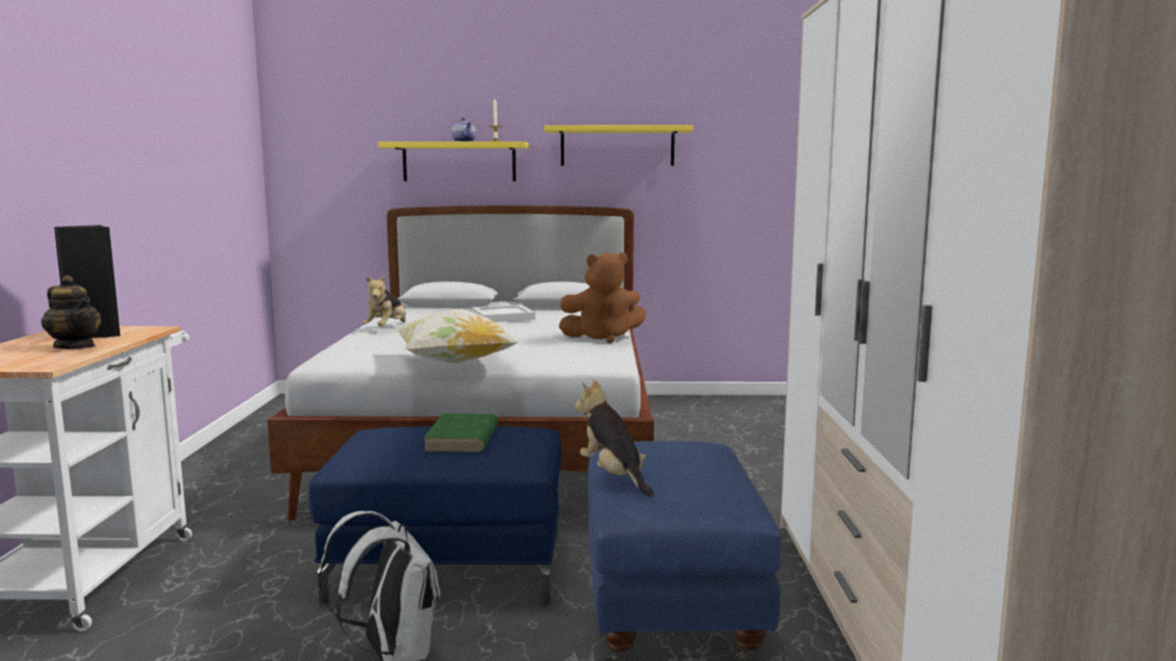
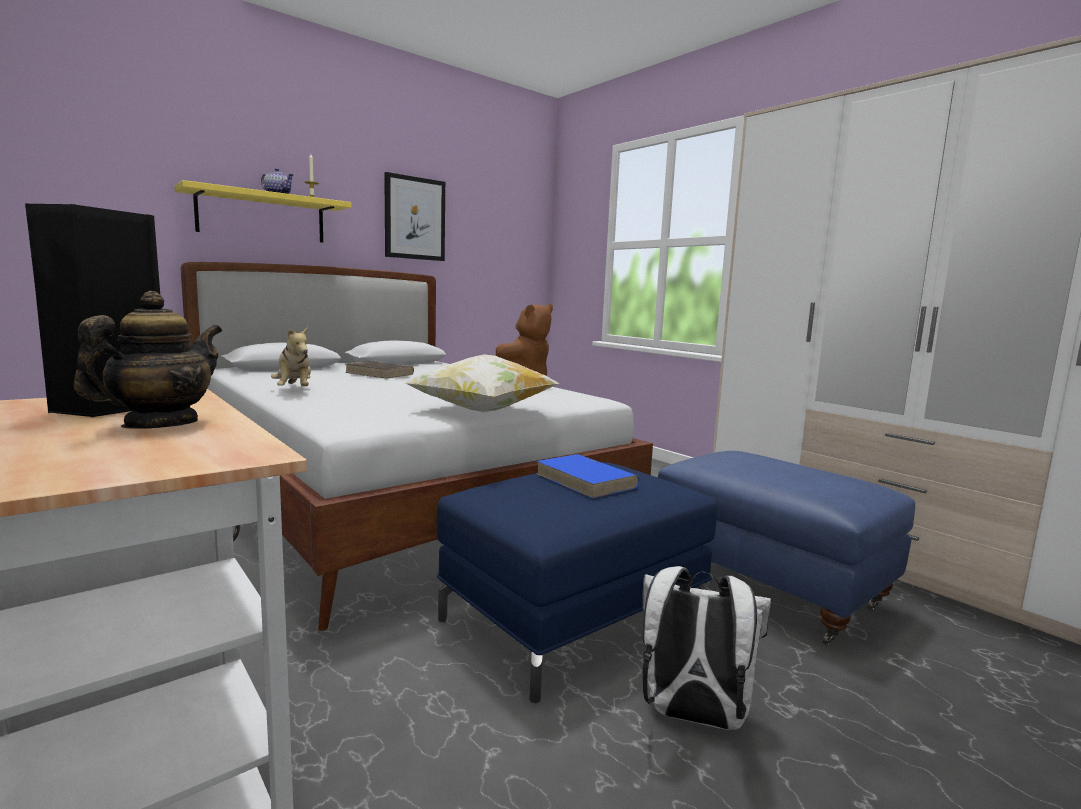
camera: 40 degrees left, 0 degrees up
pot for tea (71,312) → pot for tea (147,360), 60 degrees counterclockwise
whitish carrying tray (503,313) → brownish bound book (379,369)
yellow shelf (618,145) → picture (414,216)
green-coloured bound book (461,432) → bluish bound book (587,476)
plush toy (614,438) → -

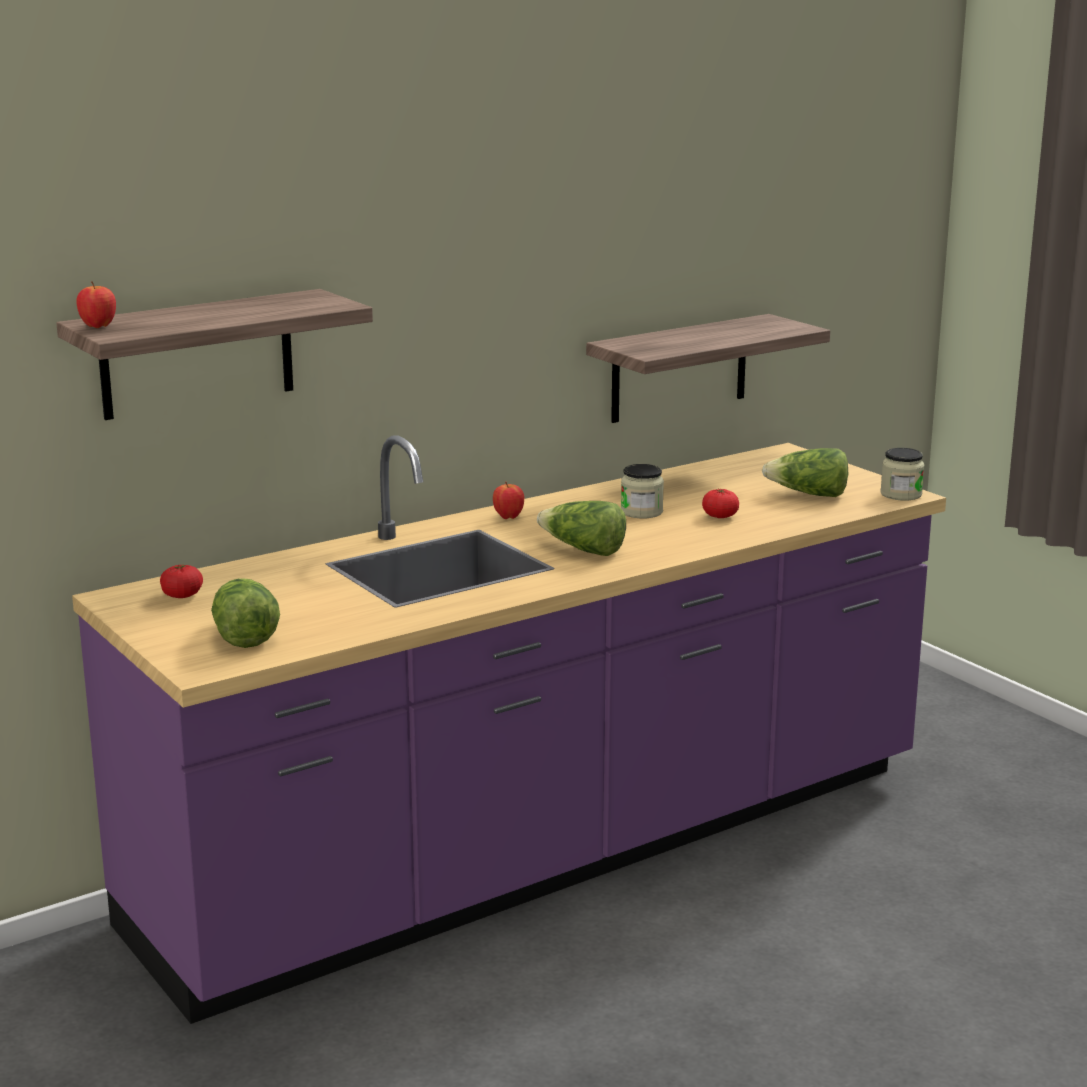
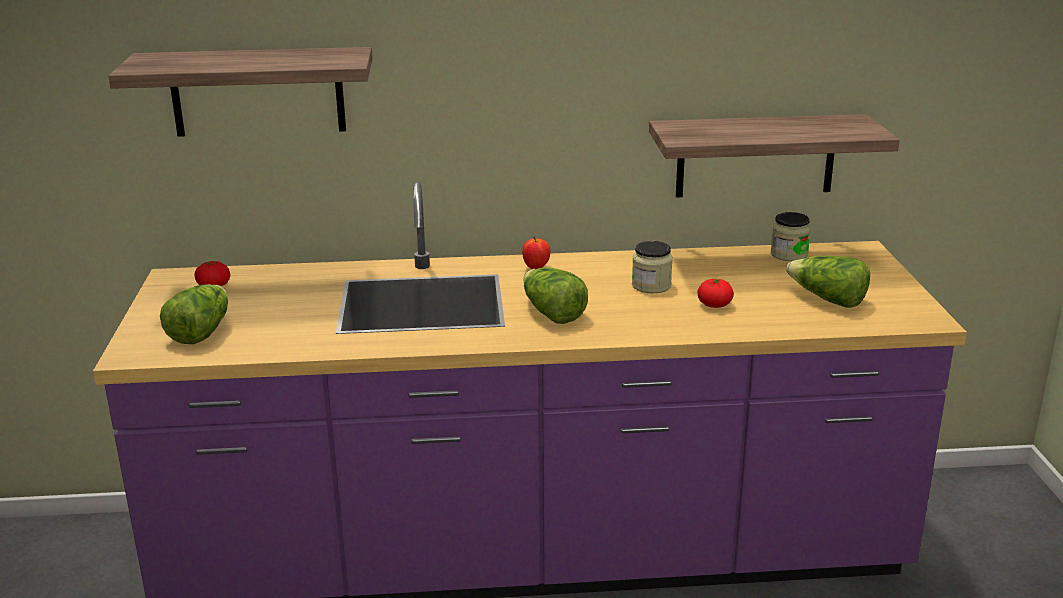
camera: 30 degrees right, 5 degrees up
storage jar (902,474) → storage jar (791,236), shifted
apple (96,304) → -

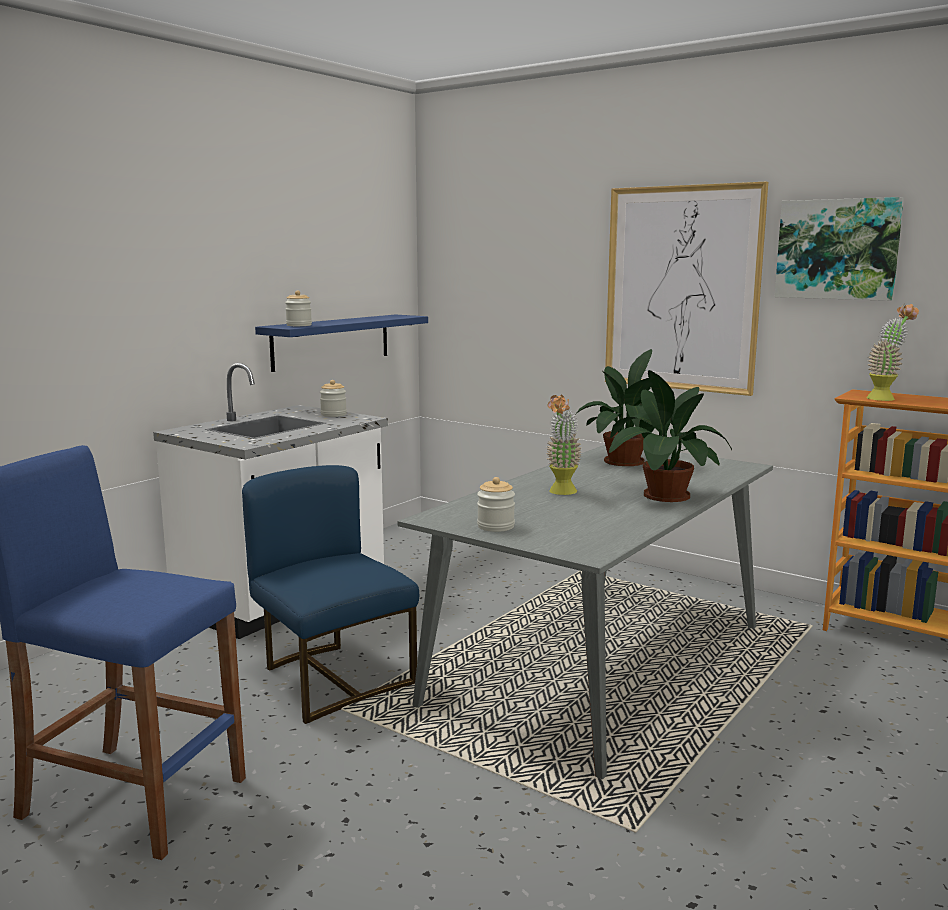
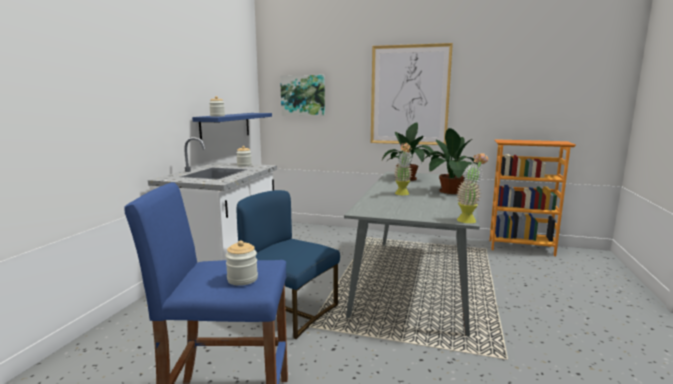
camera: 20 degrees left, 0 degrees up
storage jar (496,504) → storage jar (241,263), shifted
picture (839,249) → picture (302,95), shifted
houseplant (892,352) → houseplant (472,188), shifted

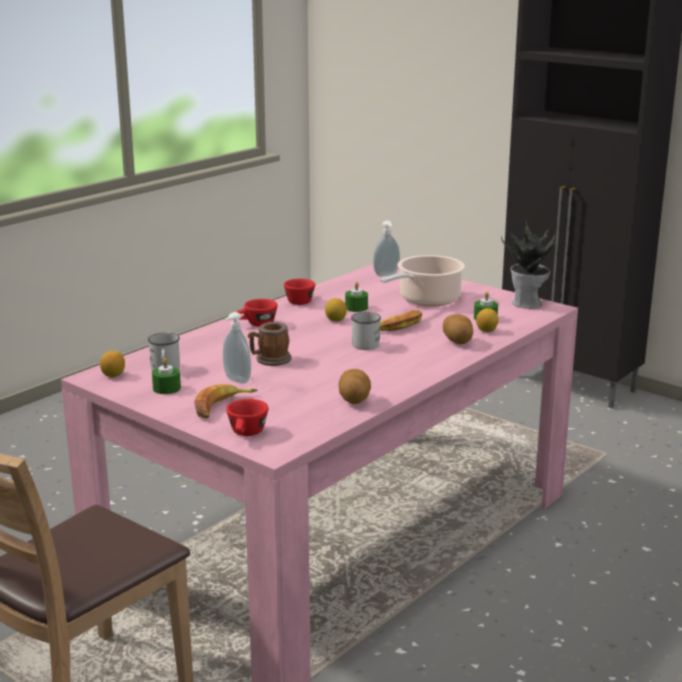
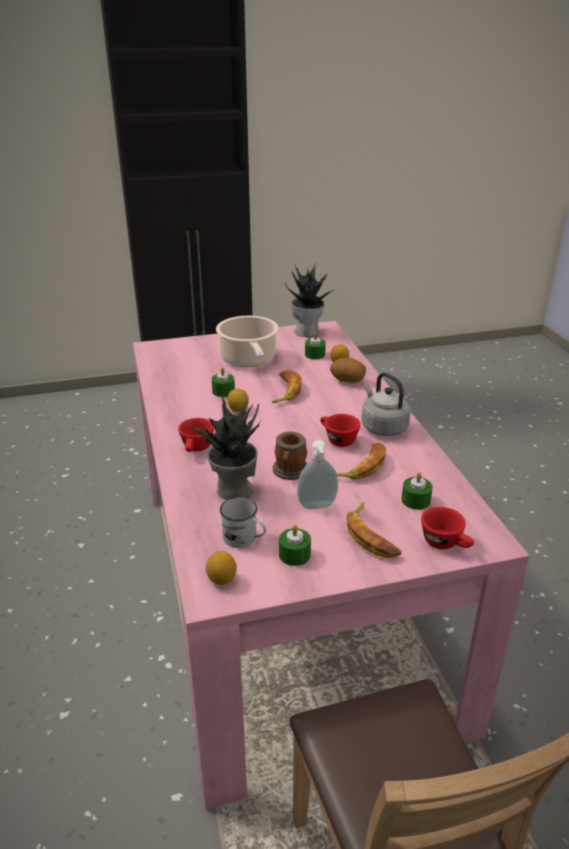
camera: 55 degrees left, 10 degrees up
- → houseplant (223,447)
reddish drinking cup (299,292) → reddish drinking cup (340,430), shifted
- → banana (361,461)
- → grey water kettle (386,404)
- → green-coloured wax candle (417,491)
whole potato (355,386) → -
whitish coffee mug (366,331) → -
soap bottle (386,249) → -

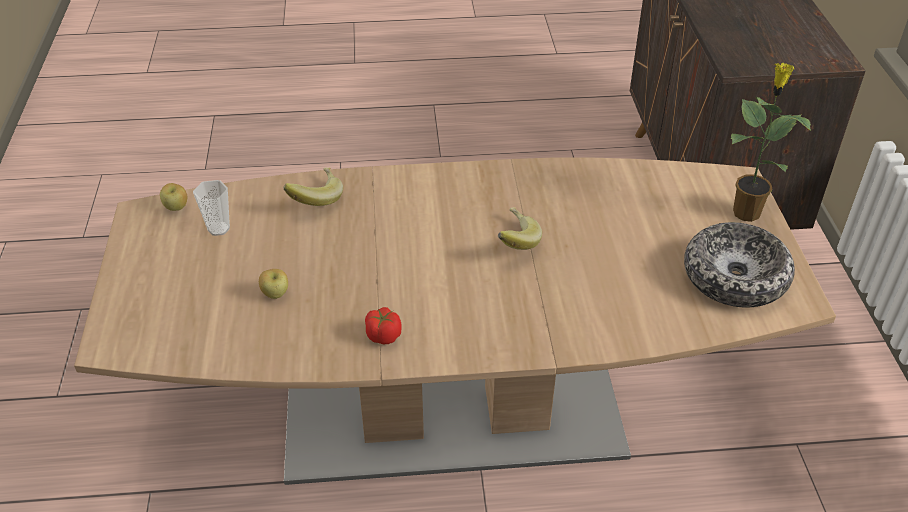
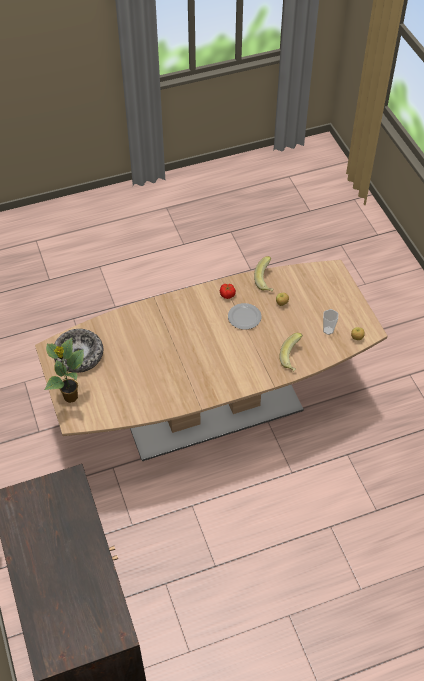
camera: 165 degrees right, 10 degrees up
- → flat dish (245,316)
banana (520,228) → banana (263,273), shifted

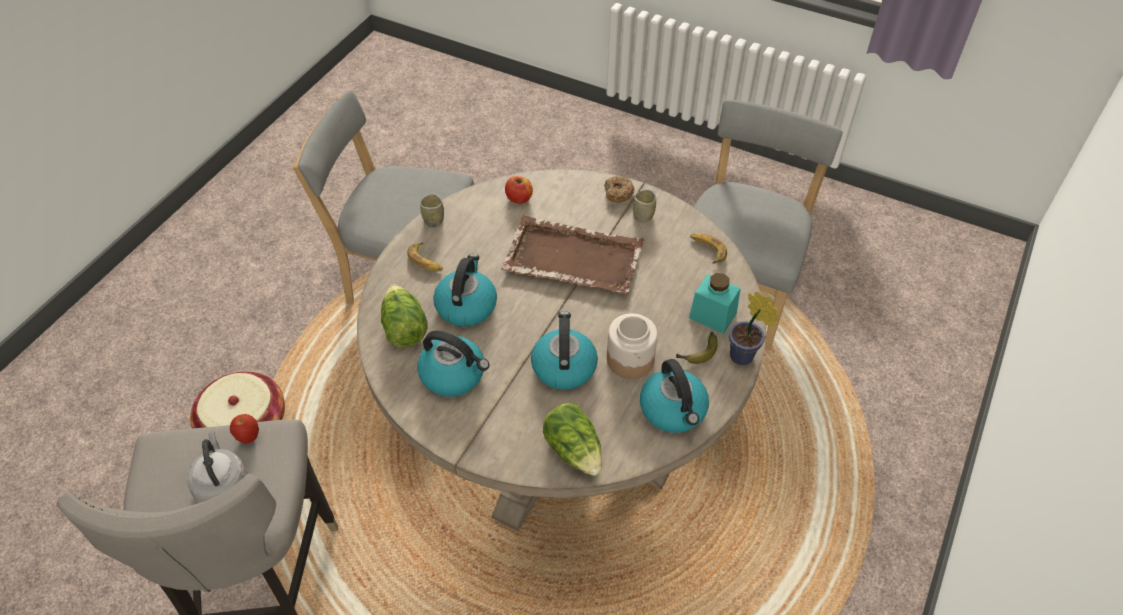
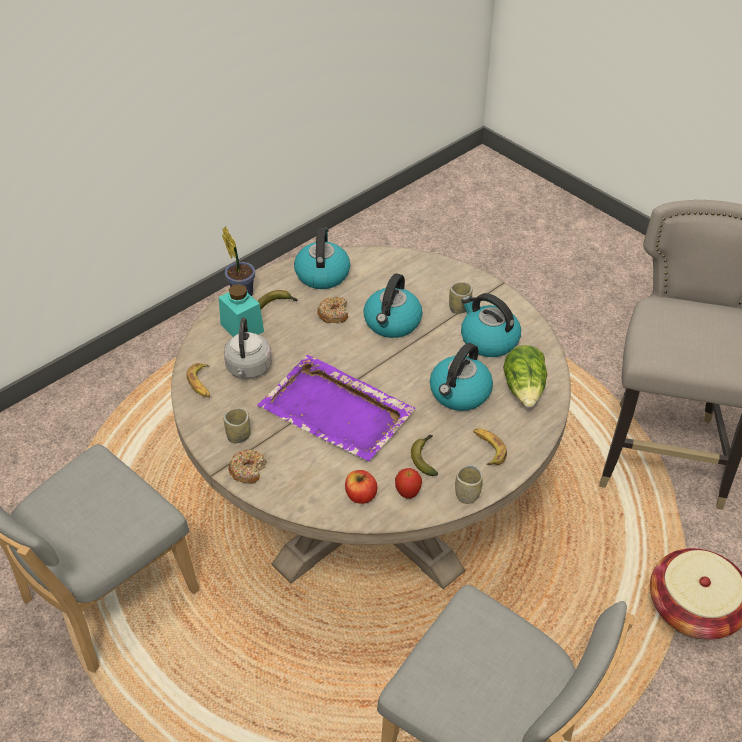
camera: 160 degrees left, 5 degrees down
grey water kettle (216,467) → grey water kettle (248,348), shifted
brownish carrying tray (572,254) → purple-coloured carrying tray (336,408)
storage jar (632,346) → donut (332,310)
apple (244,429) → apple (408,483), shifted
- → banana (424,455)
- → drinking cup (460,298)
lettuce (572,439) → -

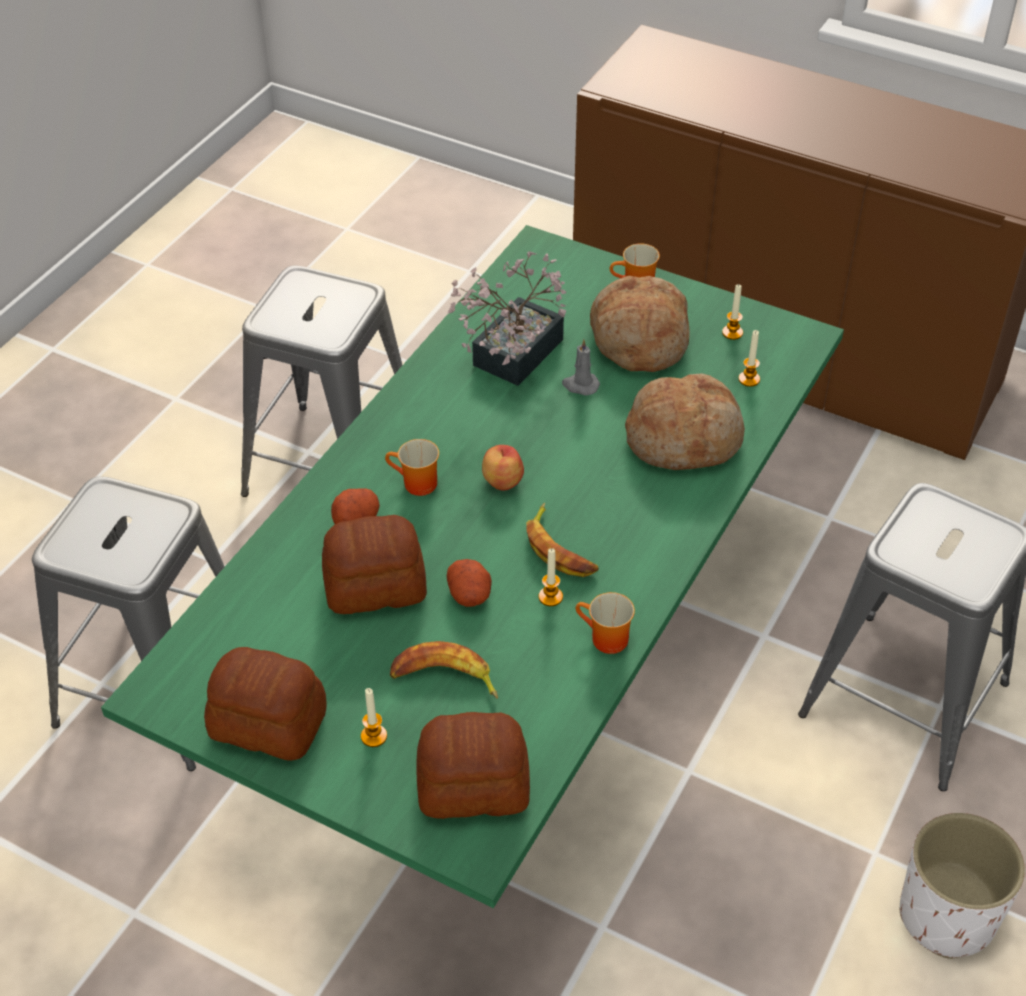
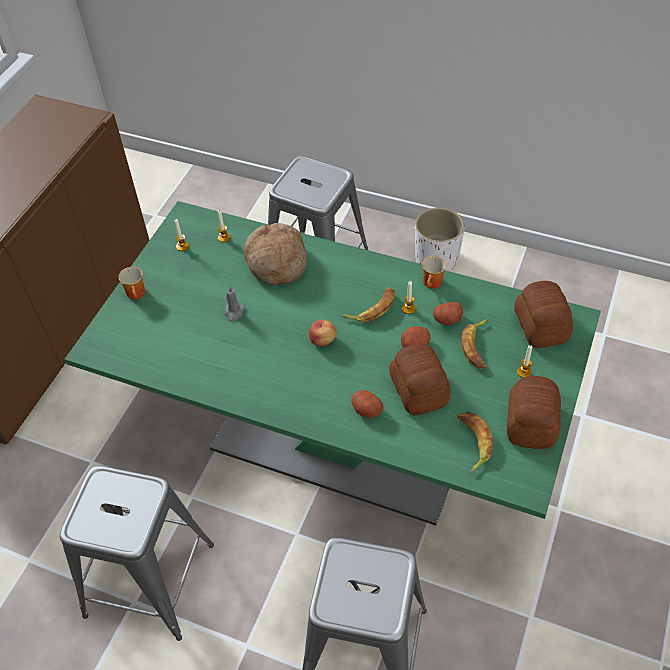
camera: 95 degrees left, 5 degrees up
- → whole potato (448,313)
- → banana (475,442)
coffee mug (412,467) → -
houseplant (507,318) → -
bakery bread (640,324) → -

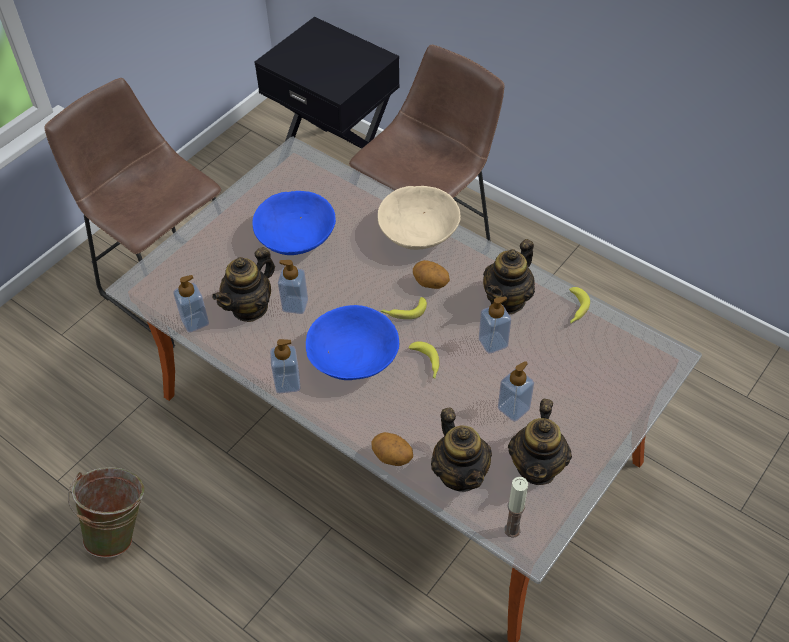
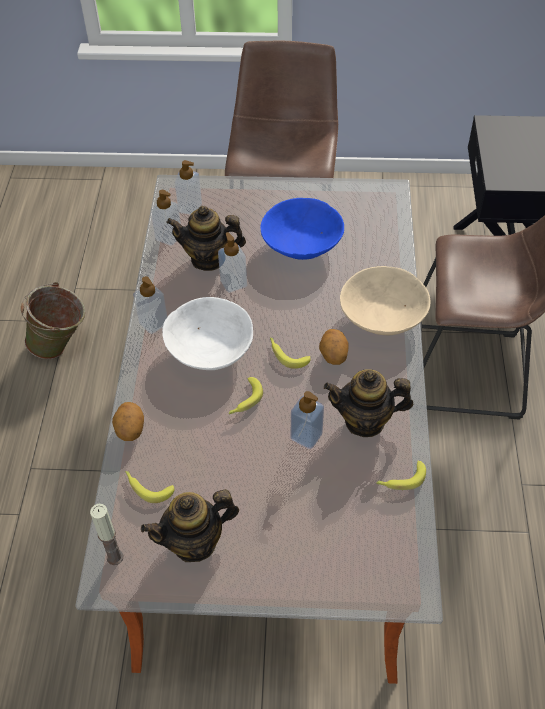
camera: 55 degrees right, 0 degrees up
pot for tea (461,450) → banana (149,487)
bluish serving bowl (352,342) → whitish serving bowl (207,333)
soap bottle (516,391) → soap bottle (188,187), shifted

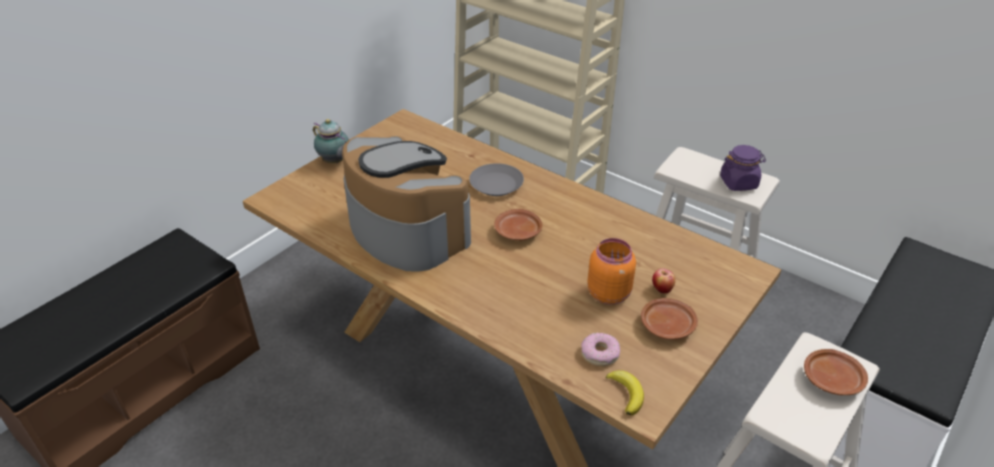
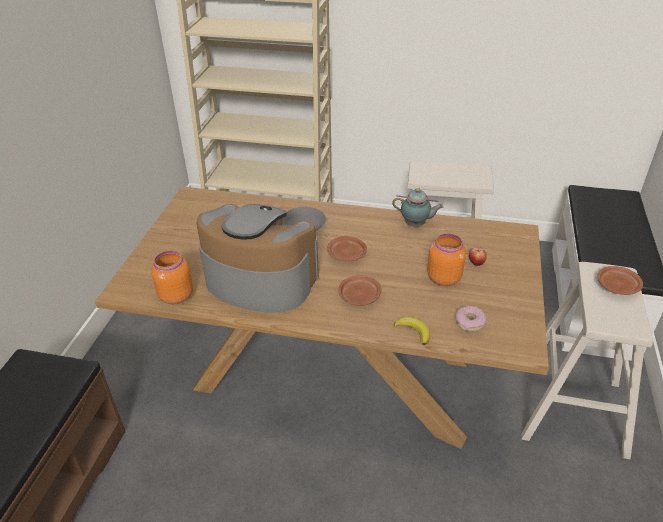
camera: 25 degrees left, 0 degrees up
- → orange-coloured storage jar (172,277)
brownish flat dish (669,319) → brownish flat dish (360,290), shifted
pot for tea (331,141) → pot for tea (417,207), shifted
banana (625,393) → banana (412,331), shifted
purple-coloured storage jar (743,168) → -

